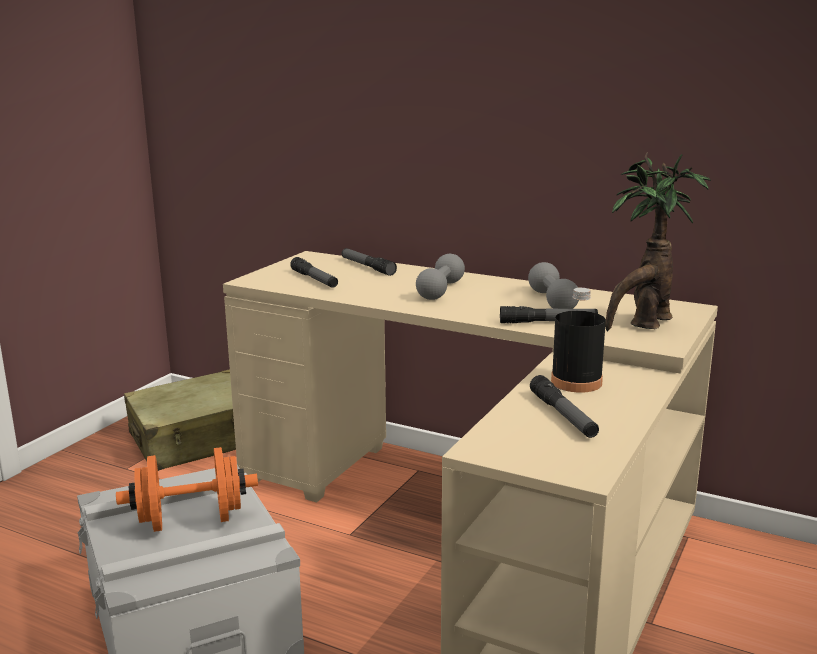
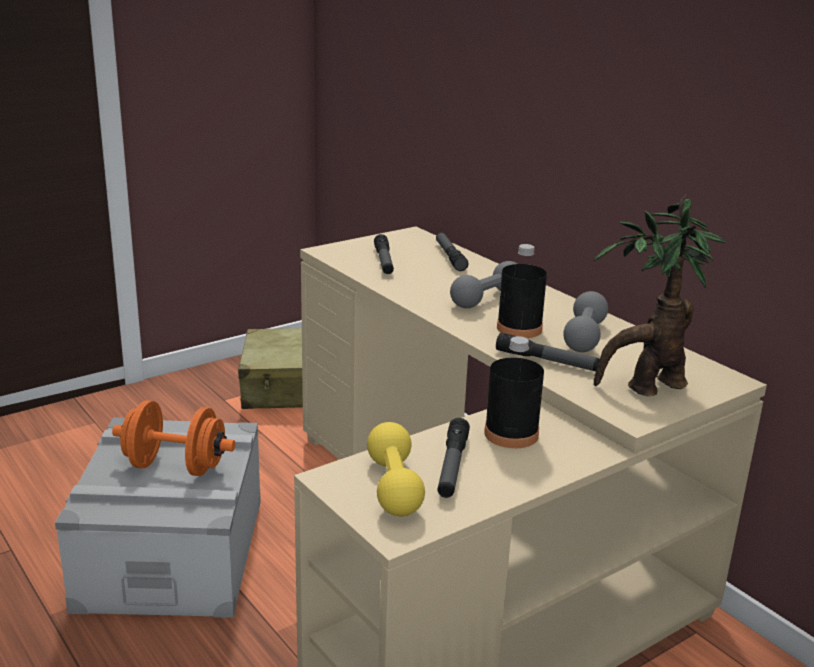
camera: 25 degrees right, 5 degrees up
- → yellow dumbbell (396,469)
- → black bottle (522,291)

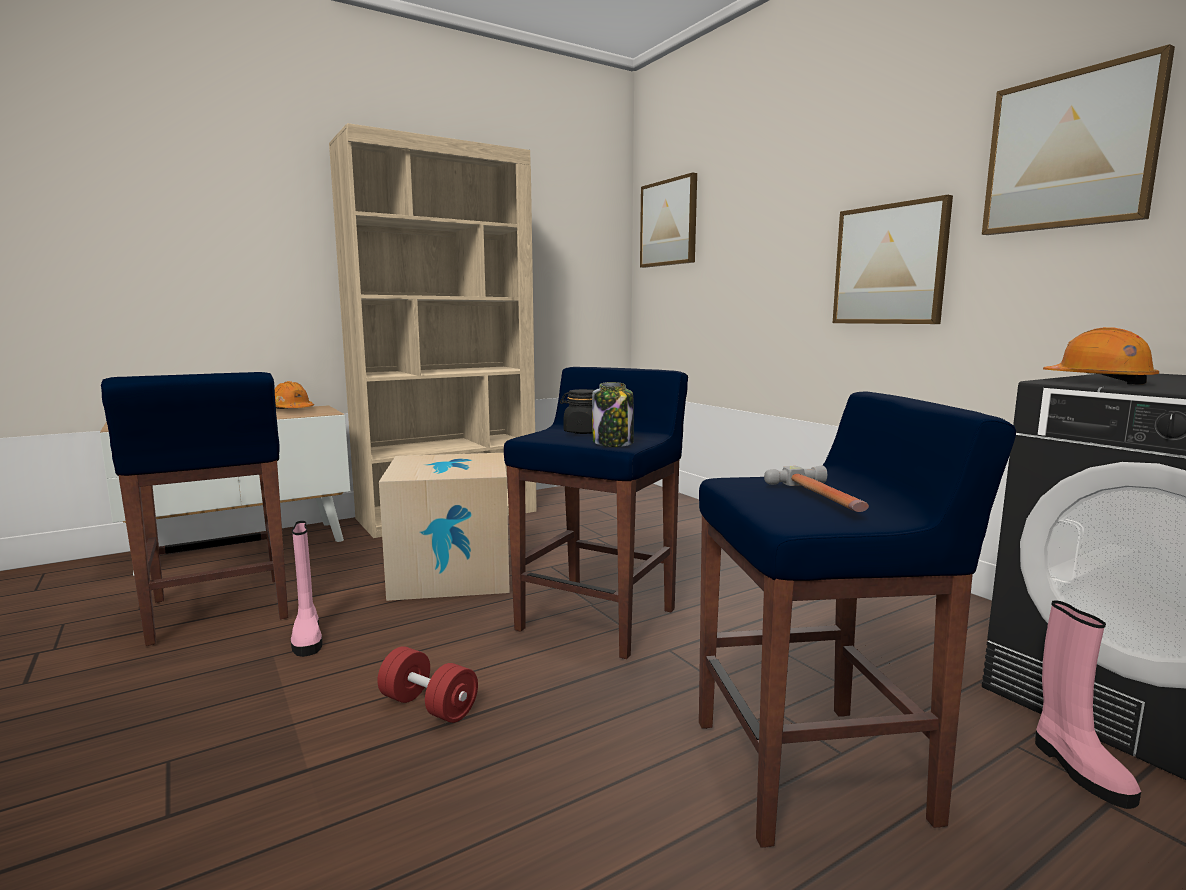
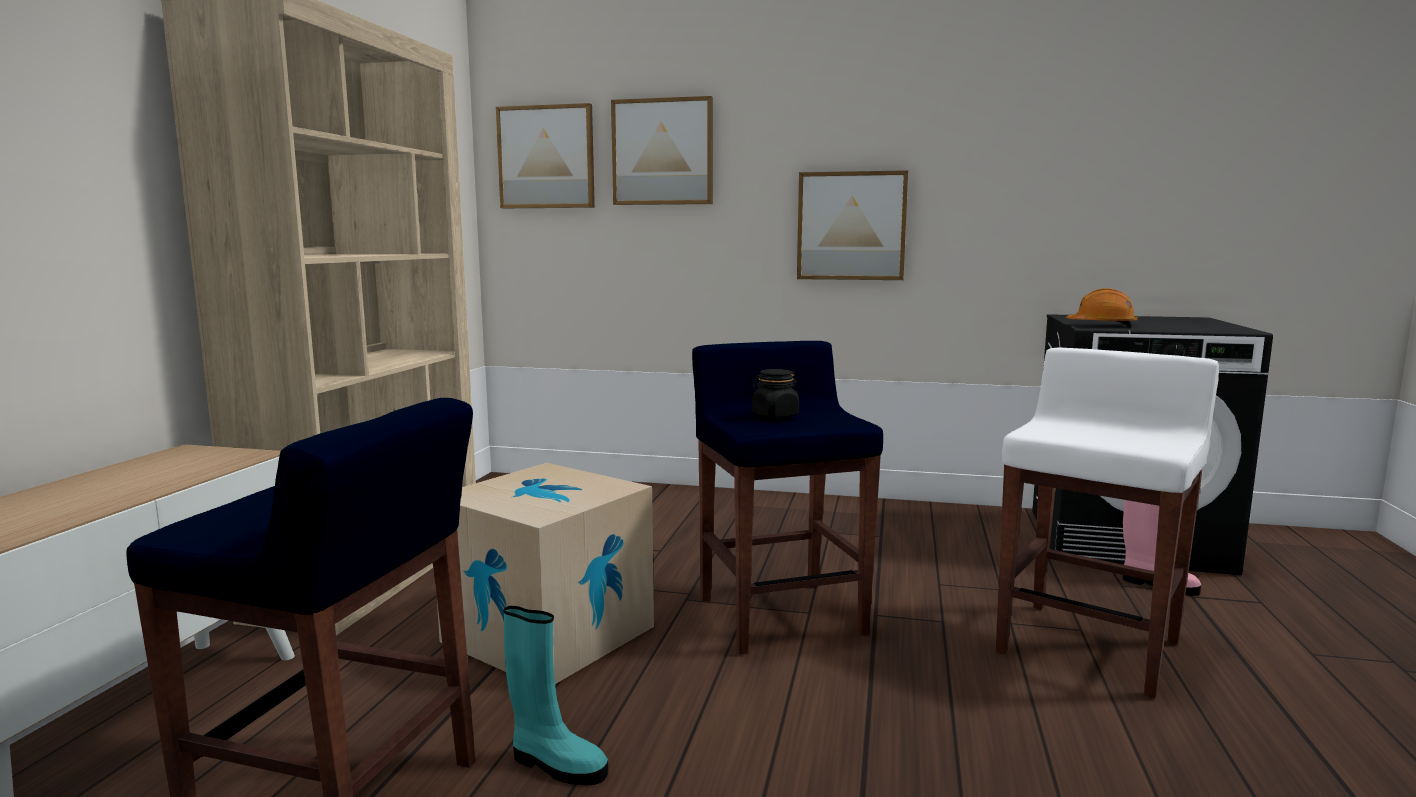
camera: 45 degrees left, 0 degrees up
pink tall boot (307,589) → blue-green tall boot (556,695)
picture (1078,139) → picture (662,150), shifted
bluish stool (857,620) → whitish stool (1107,523)
orange-coloured hard hat (294,395) → -
reddish dumbbell (428,684) → -
storage jar (613,414) → -
hand hammer (816,489) → -

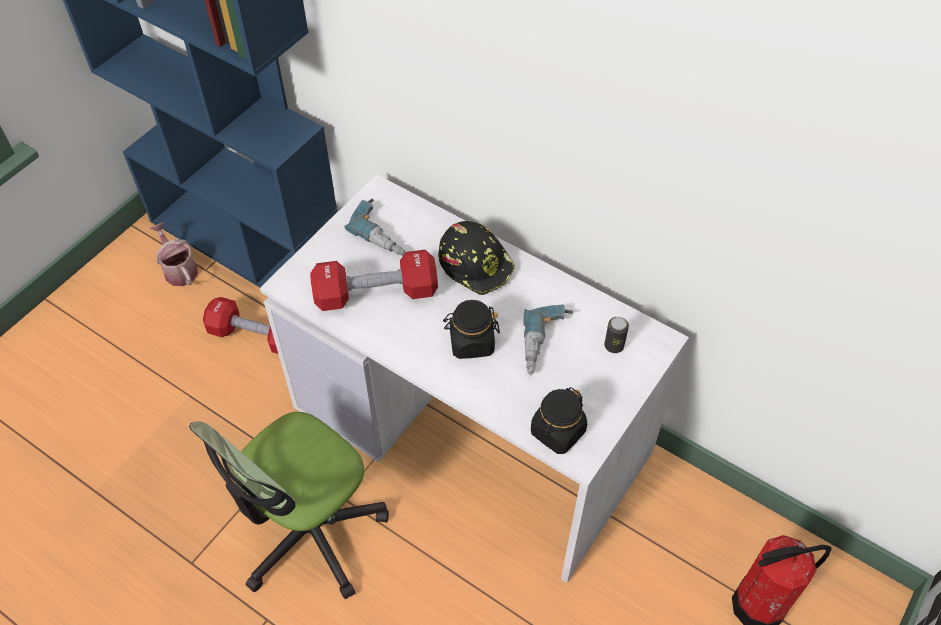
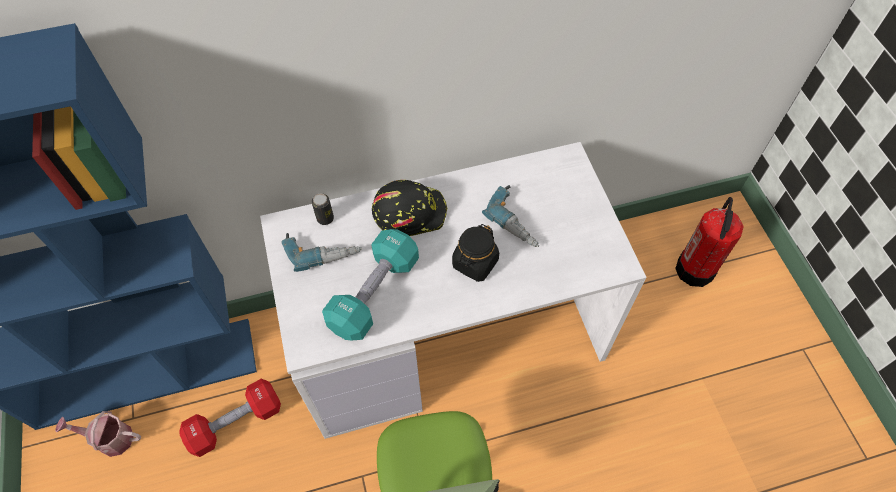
camera: 50 degrees left, 5 degrees up
metal can (616,335) → metal can (322,209), shifted
reddish dumbbell (374,280) → blue-green dumbbell (370,284)
black storage jar (559,420) → -

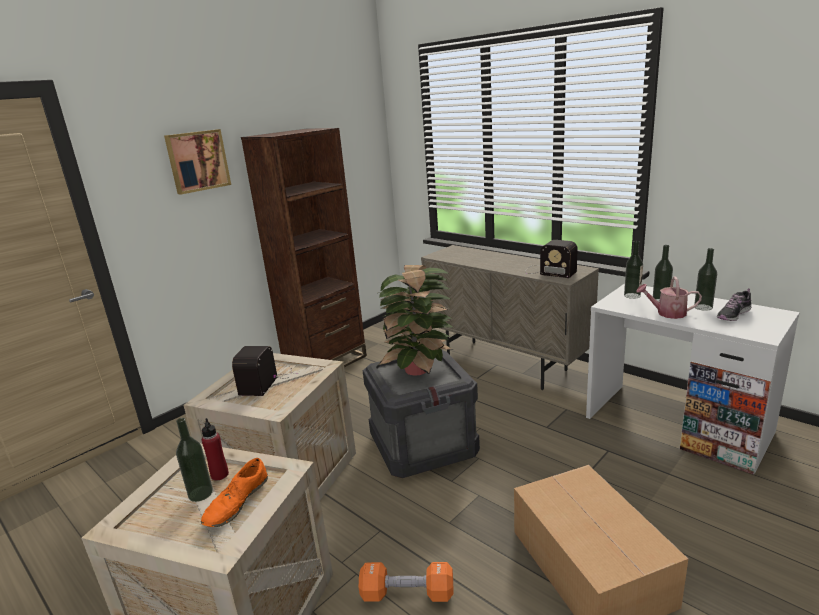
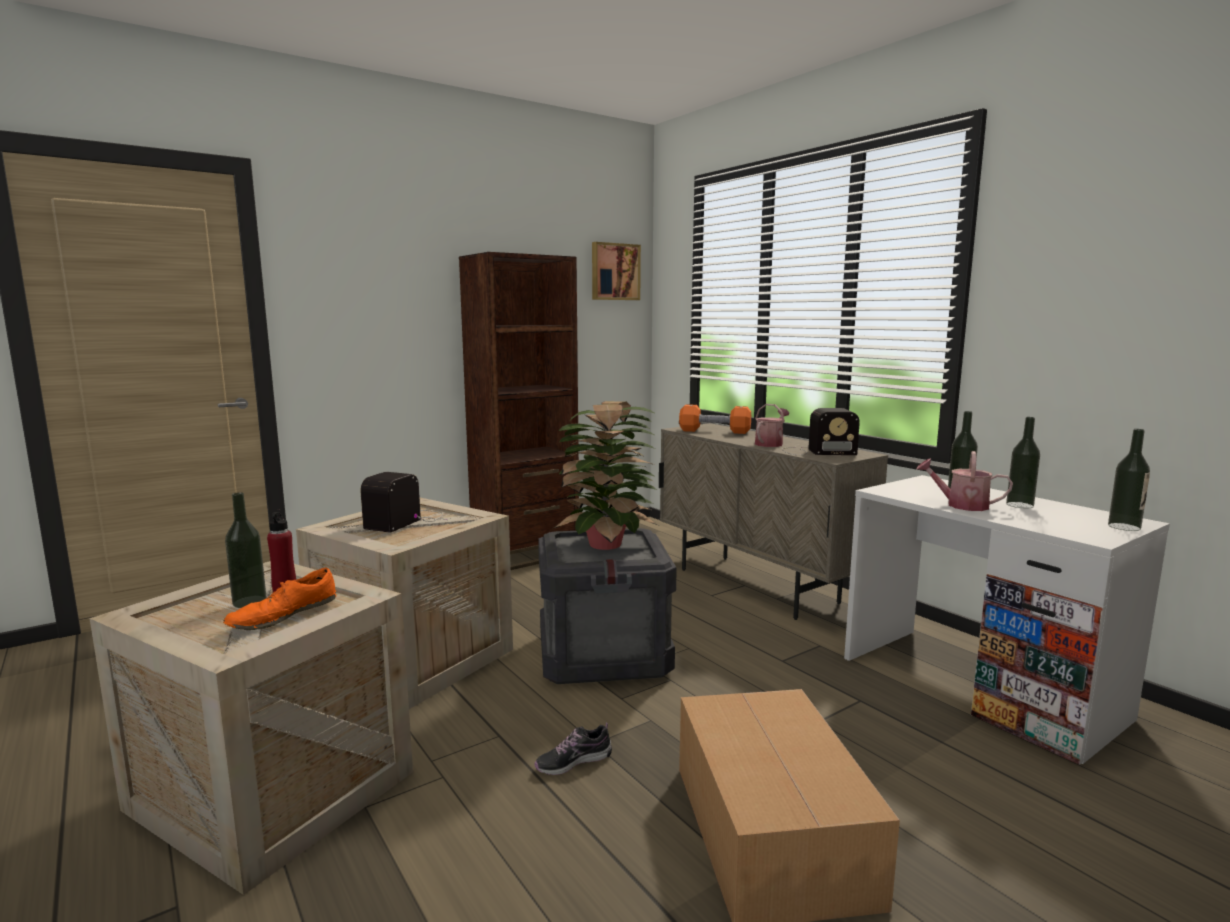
camera: 10 degrees right, 10 degrees down
item of footwear (734,304) → item of footwear (573,748), shifted
picture (197,162) → picture (616,271), shifted
orange-coloured dumbbell (406,582) → orange-coloured dumbbell (715,419), shifted
- → watering pot (772,425)
radio set (551,259) → radio set (821,431), 45 degrees counterclockwise
bottle (633,270) → bottle (1129,480), shifted

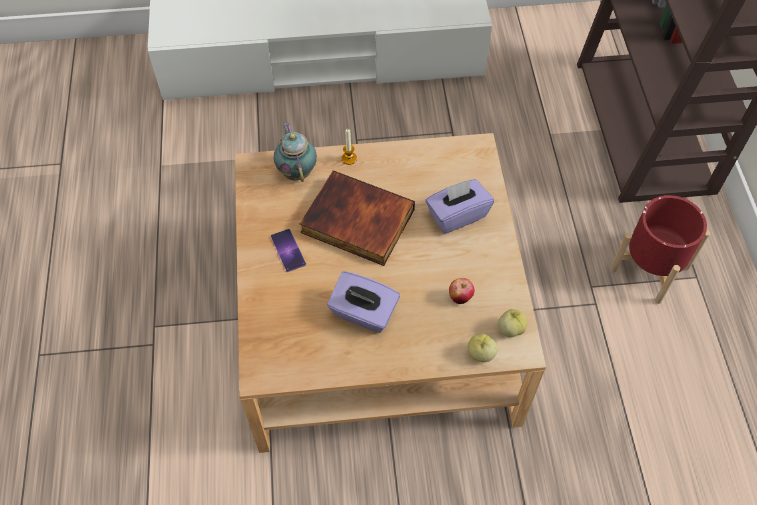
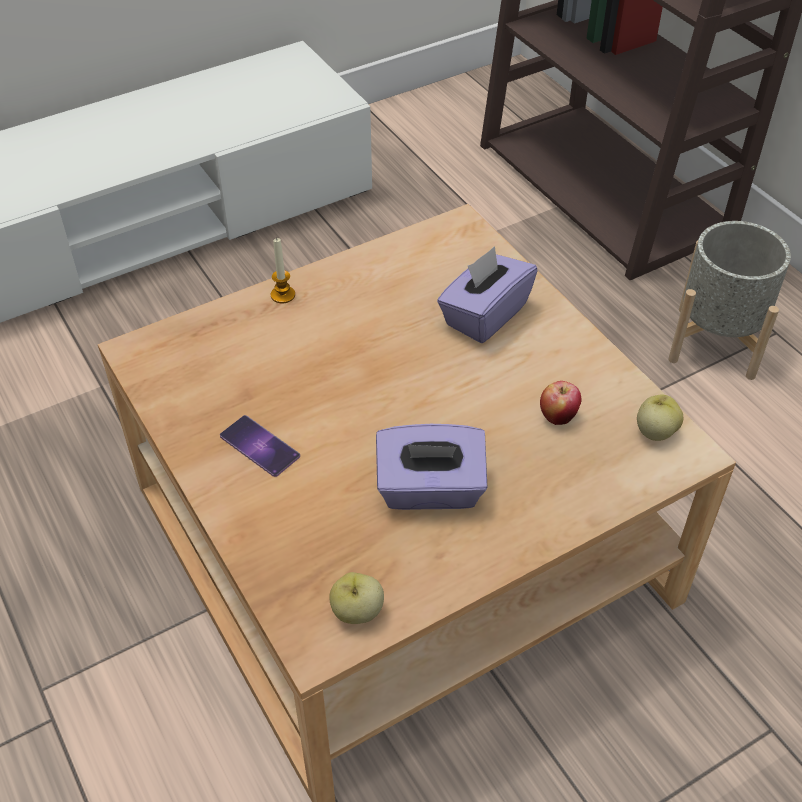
camera: 25 degrees left, 10 degrees down
apple (483,347) → apple (356,598), shifted
reddish plant pot (660,249) → grey plant pot (729,300)
pot for tea (295,152) → -
bound book (357,218) → -

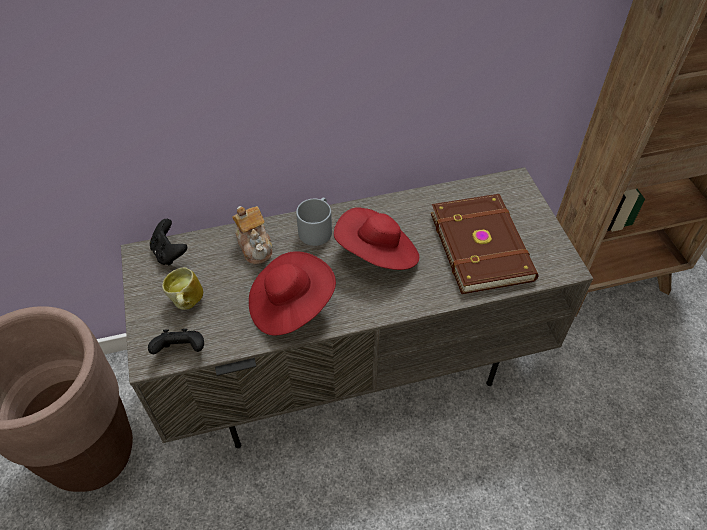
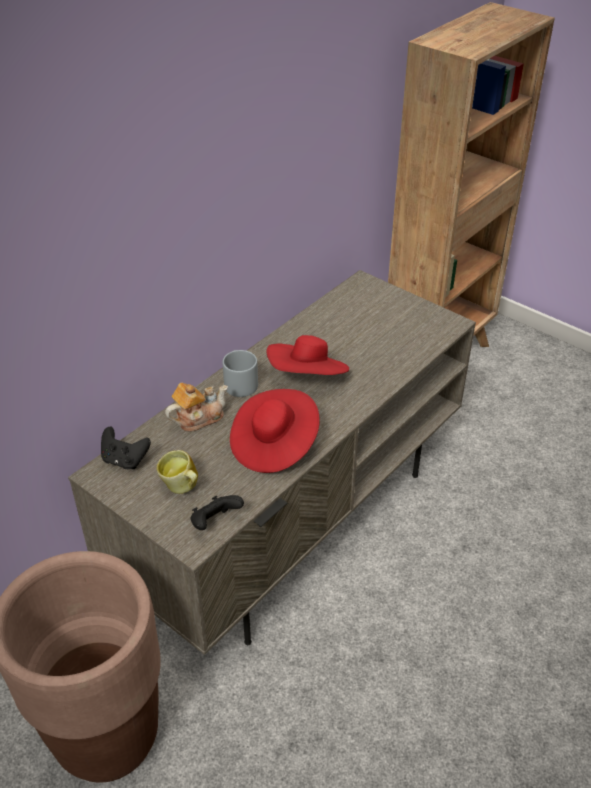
camera: 35 degrees left, 10 degrees down
pot for tea (252,235) → pot for tea (196,407), 60 degrees counterclockwise
brownish bound book (485,244) → -

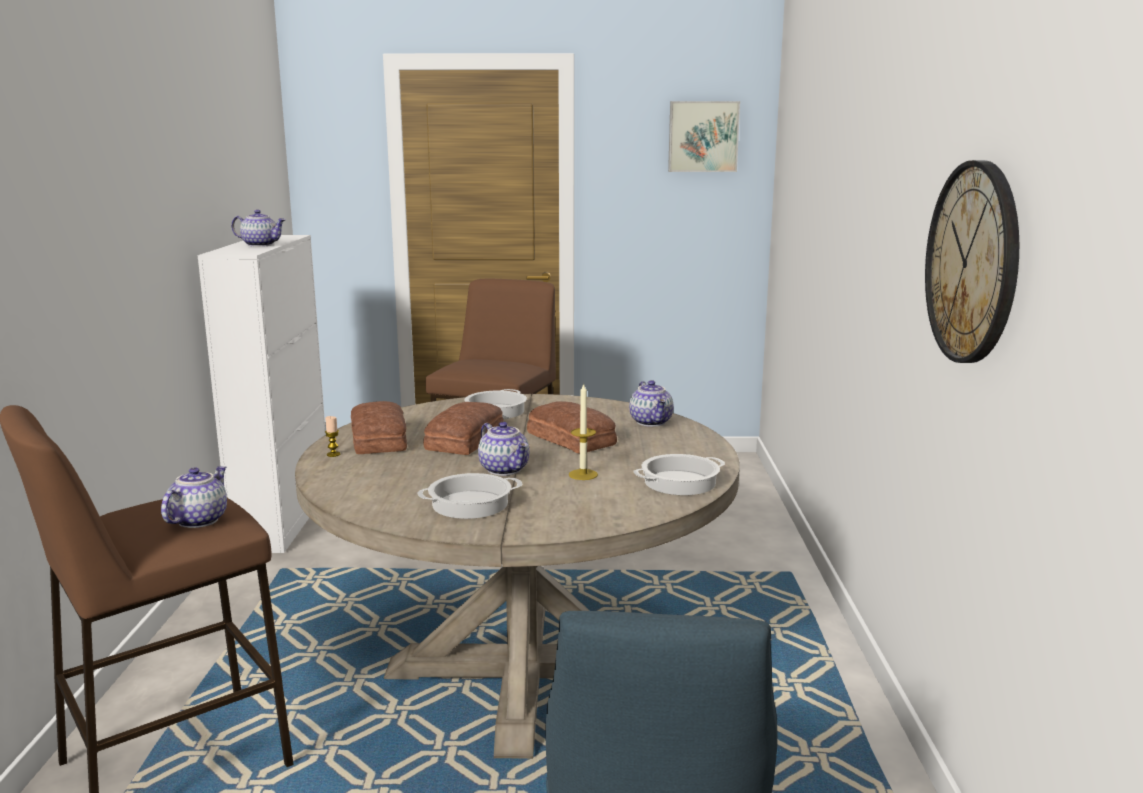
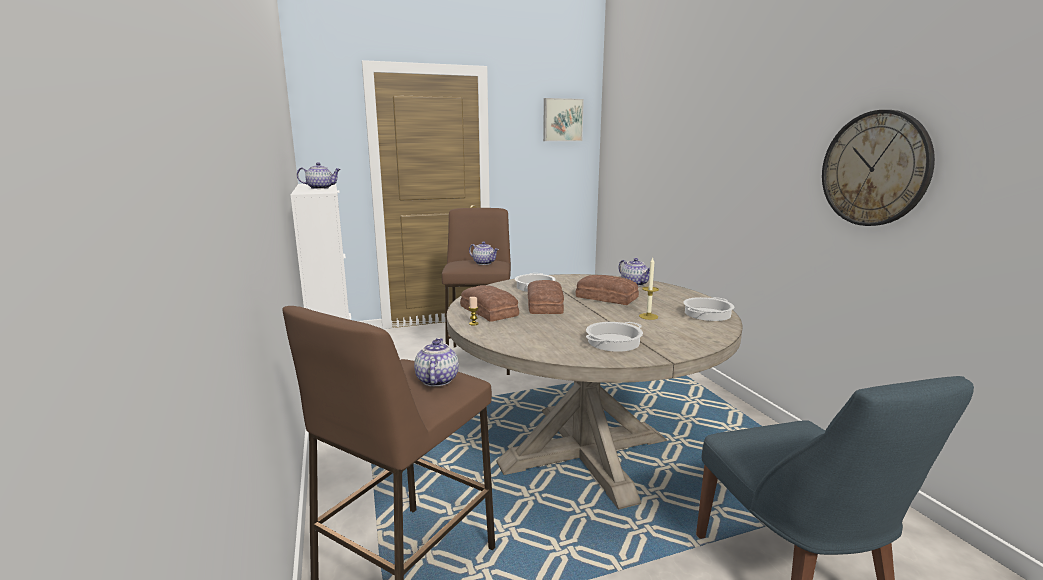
camera: 20 degrees left, 0 degrees up
pot for tea (503,449) → pot for tea (484,253), shifted

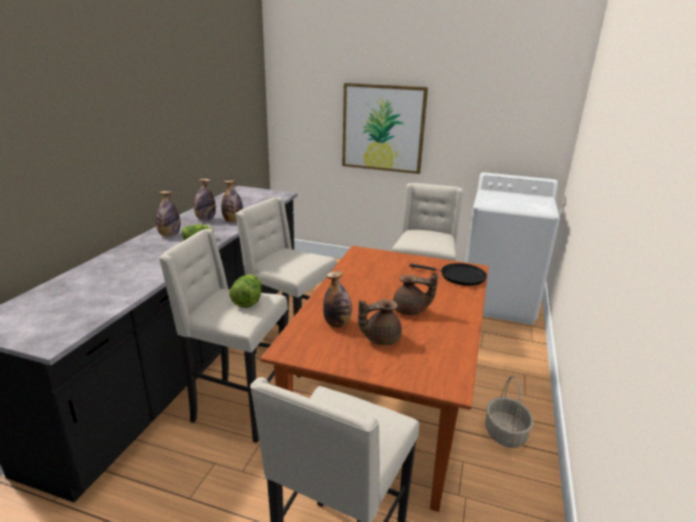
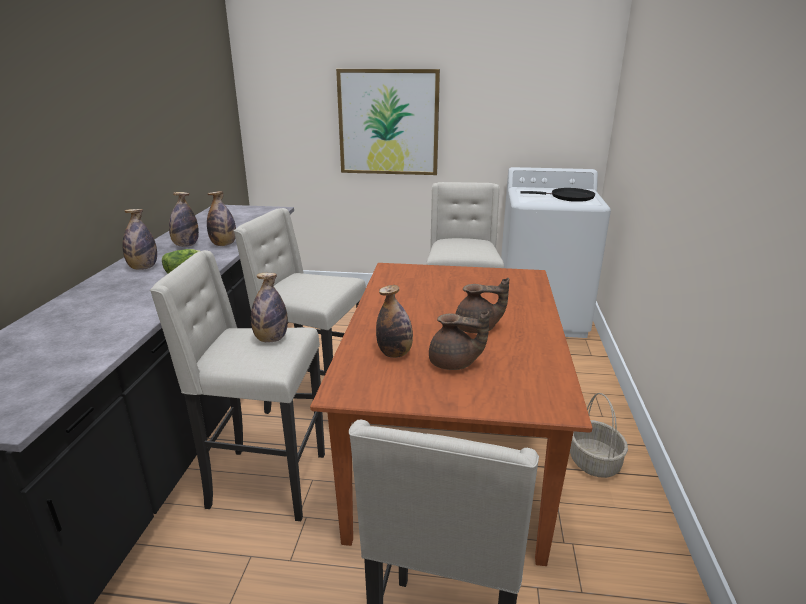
camera: 10 degrees left, 0 degrees up
lettuce (245,291) → bottle (269,308)
brownish pot for tea (380,322) → brownish pot for tea (459,340), 135 degrees counterclockwise
black pan (448,274) → black pan (557,195), shifted

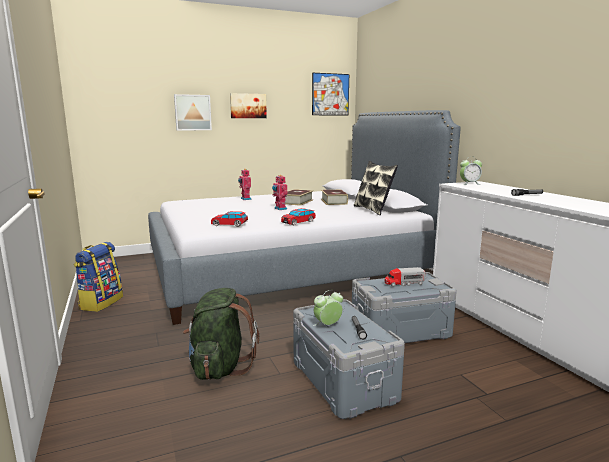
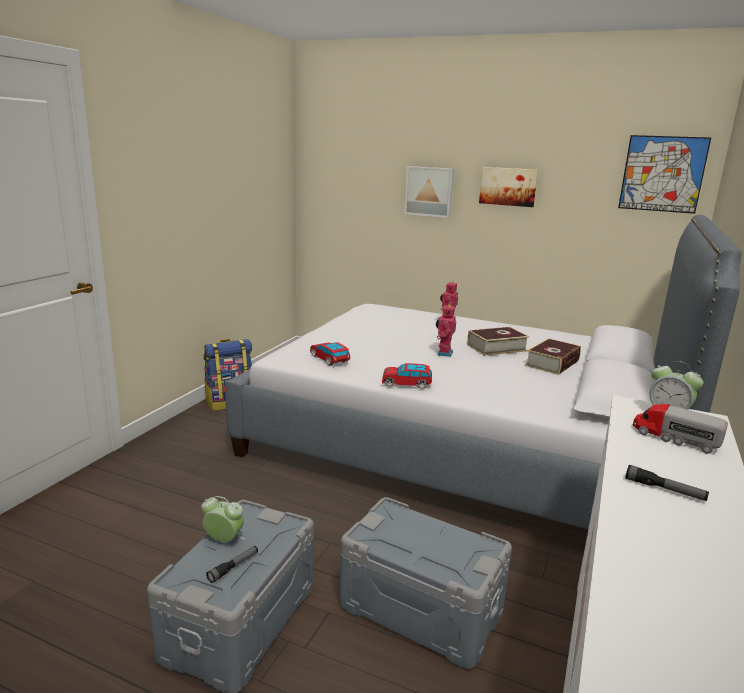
camera: 45 degrees right, 5 degrees up
toy truck (404,277) → toy truck (680,429), shifted
green-coloured rucksack (221,334) → -
throw pillow (376,188) → -

